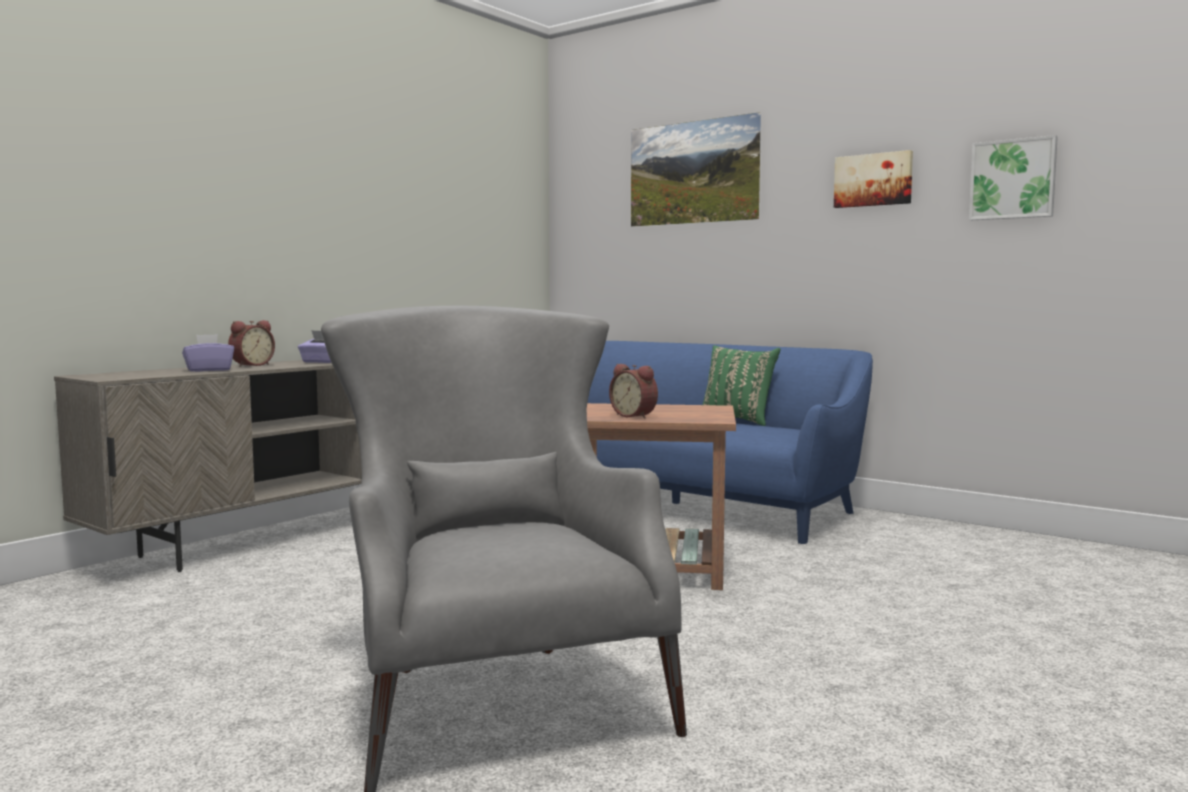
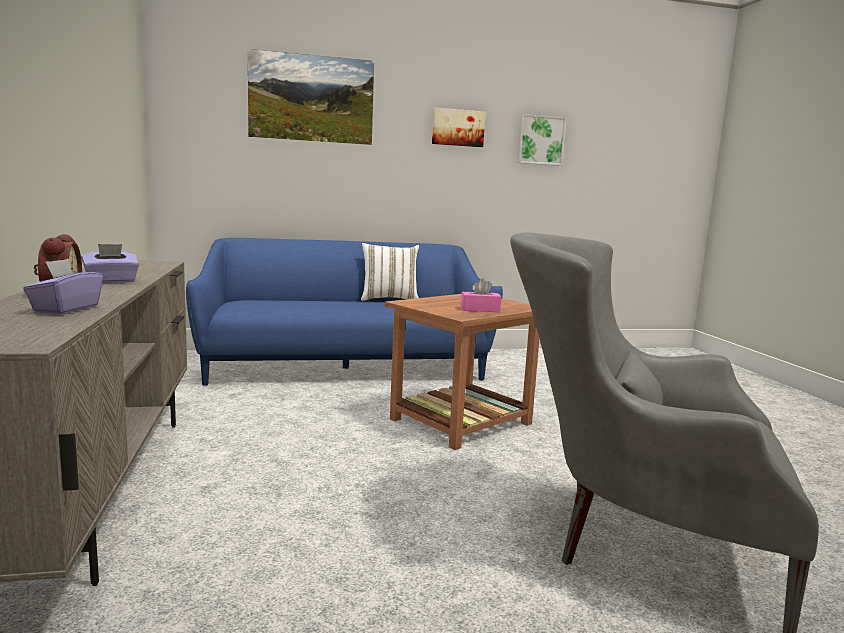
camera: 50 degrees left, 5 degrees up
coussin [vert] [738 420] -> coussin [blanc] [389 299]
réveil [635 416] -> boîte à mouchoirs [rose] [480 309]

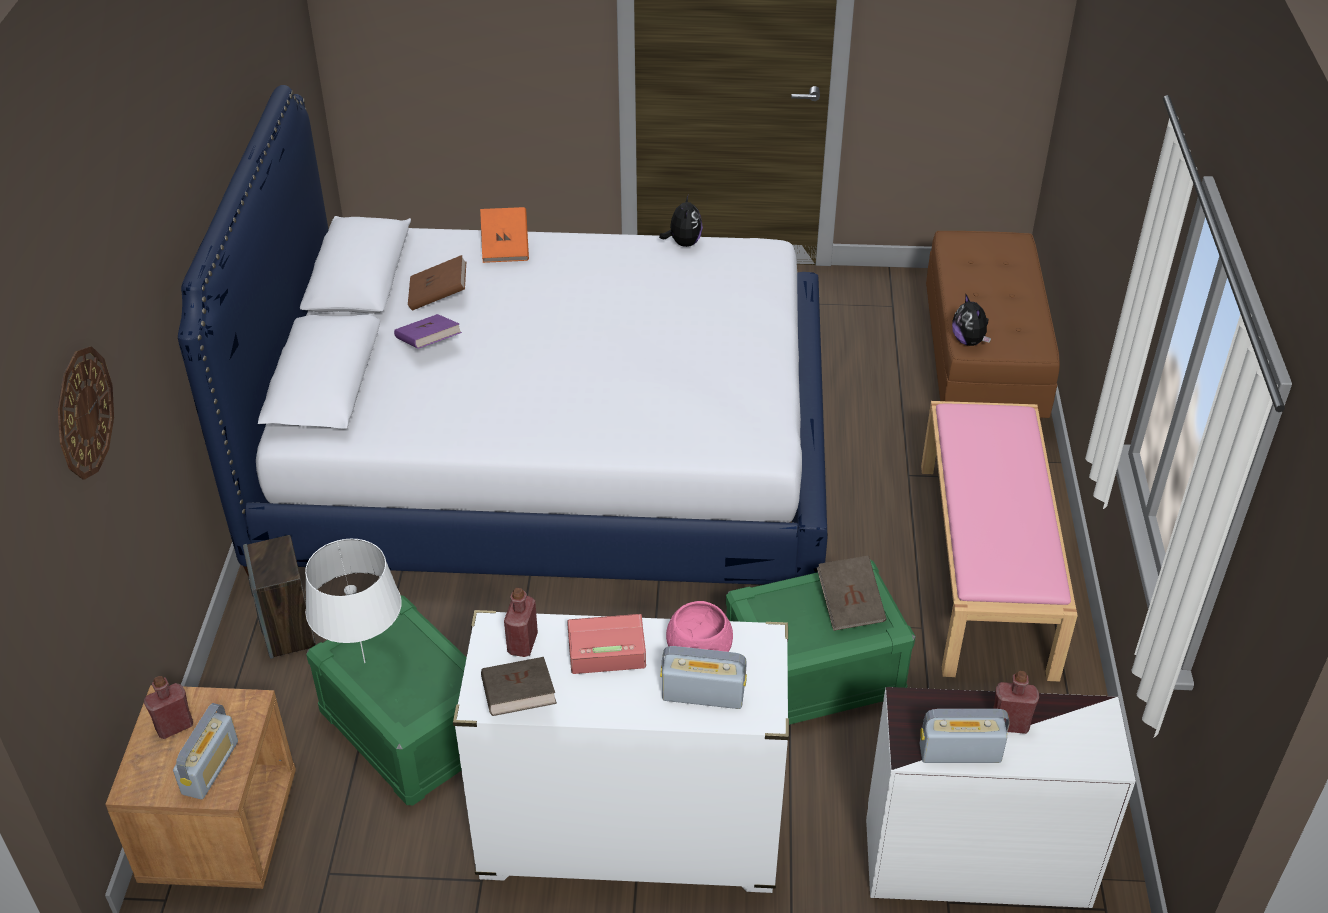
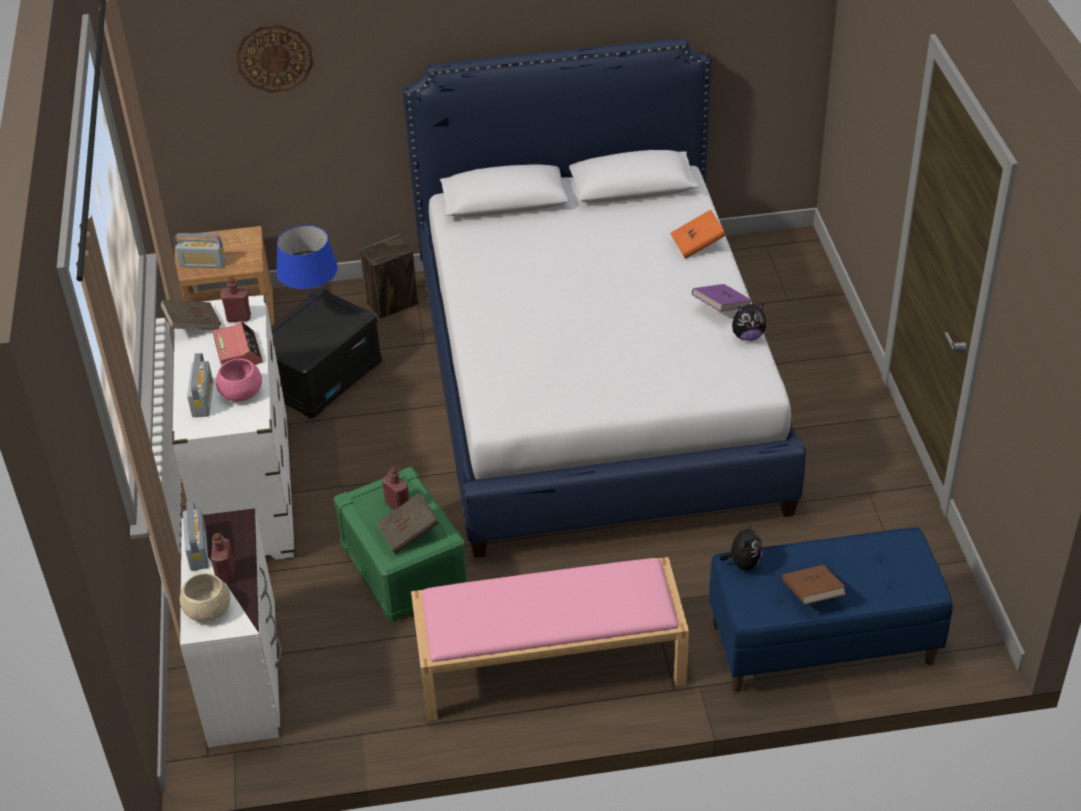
camera: 80 degrees right, 0 degrees up
none -> bol [beige] [207 609]
boîte de rangement [vert] [409 728] -> boîte de rangement [noir] [320 376]
lampe de table [blanc] [365 662] -> lampe de table [bleu] [314 313]
bouteille [rouge] [174 726] -> bouteille [rouge] [397 505], shifted
livre [violet] [428 344] -> livre [violet] [721 308], shifted
banc [marron] [981 372] -> banc [bleu] [821 644]
peluche [969 341] -> peluche [743 563], 135 degrees clockwise
livre [marron] [438 296] -> livre [marron] [812 594], shifted

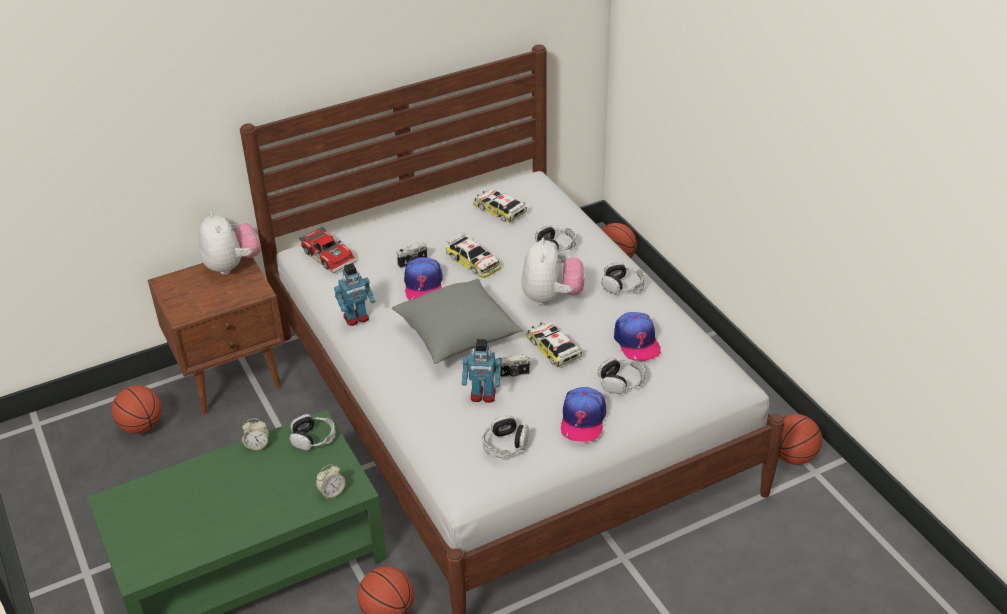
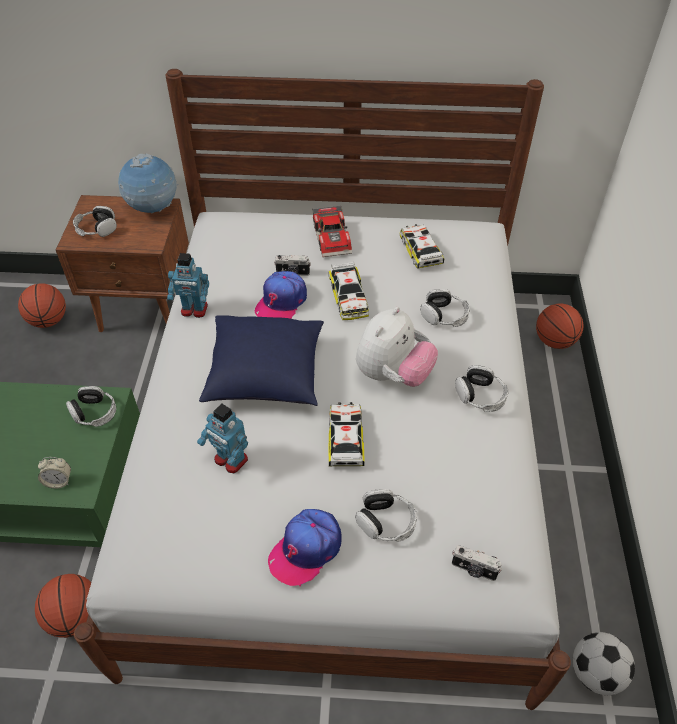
camera: 30 degrees right, 10 degrees up
casque audio [505 445] -> casque audio [96 229], shifted
peluche [232 266] -> globe [153 209]
coussin [gris] [458 336] -> coussin [bleu] [265 375]
petite voiture [329 255] -> petite voiture [333 237], shifted
appareil photo [512 374] -> appareil photo [473 570], shifted
ballon de basket [792 456] -> ballon de foot [595 672]
réveil [257 445] -> none
casquette [636 342] -> none

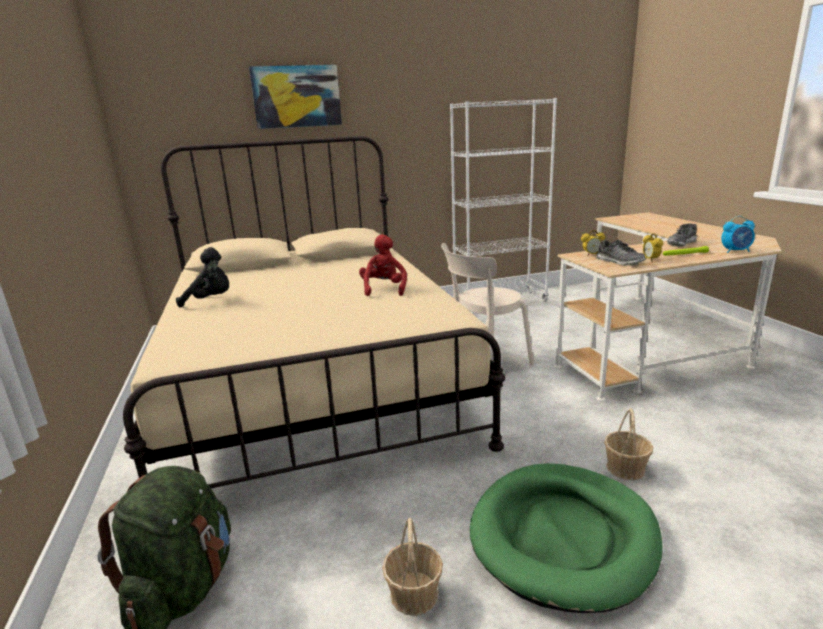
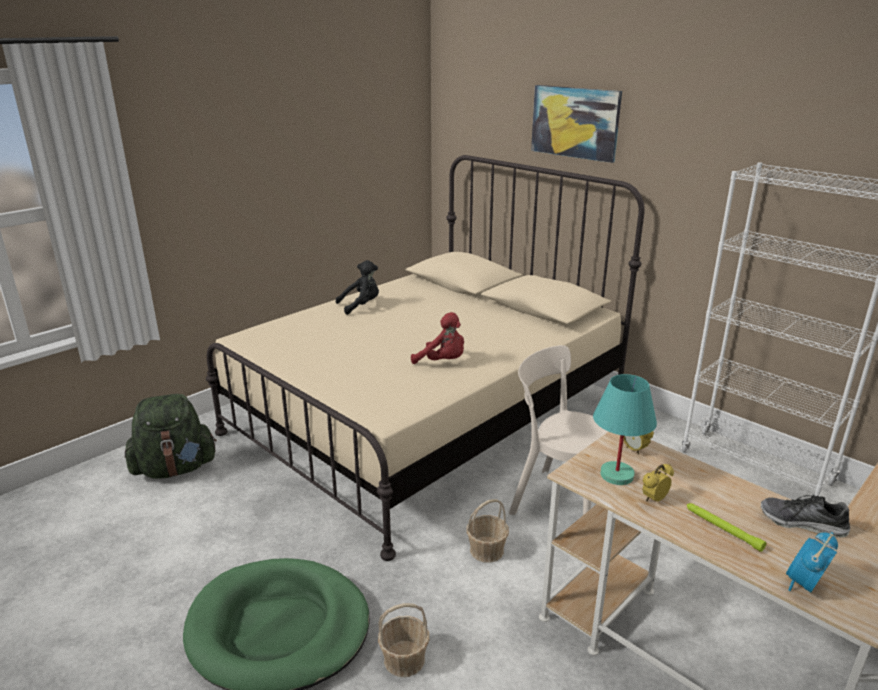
camera: 60 degrees right, 5 degrees up
peluche [noir] [210 301] -> peluche [noir] [361 306], 90 degrees counterclockwise
peluche [rouge] [384 289] -> peluche [rouge] [443 362], 60 degrees clockwise
panier [414 594] -> panier [487 550], shifted
chaussure [619 262] -> lampe de table [turquoise] [617 475]
réveil [736 251] -> réveil [804 584], 75 degrees clockwise

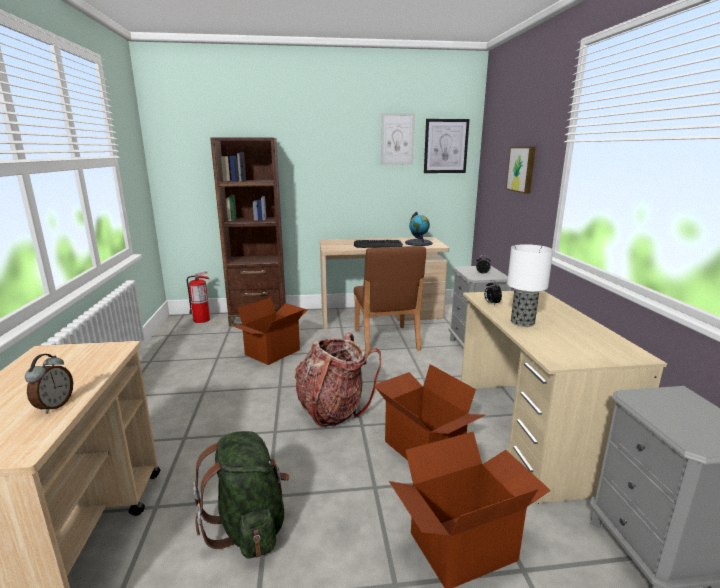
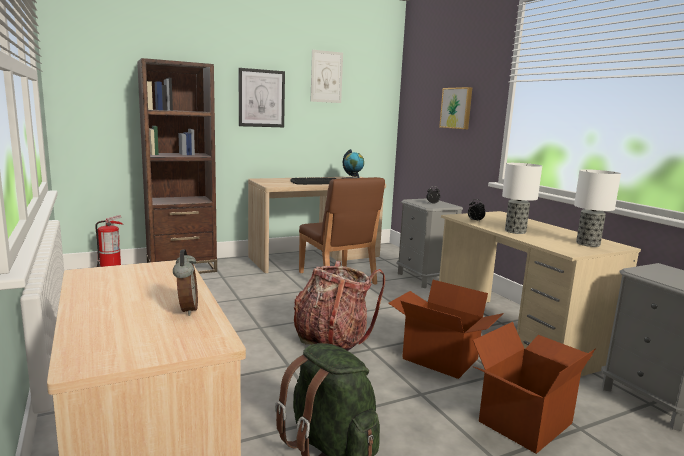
camera: 20 degrees left, 5 degrees down
tableau [445 146] -> tableau [261 98], shifted
none -> lampe de table [588 244]
carton [273 352] -> none

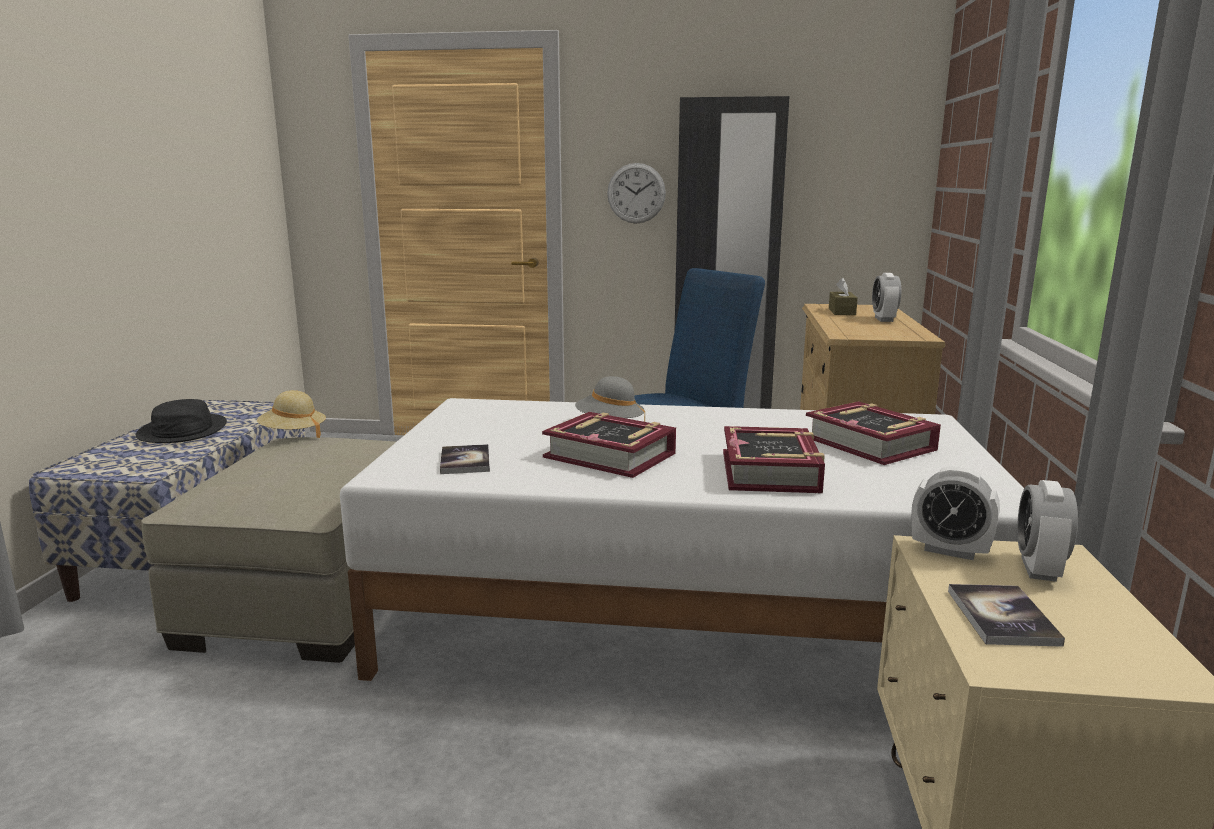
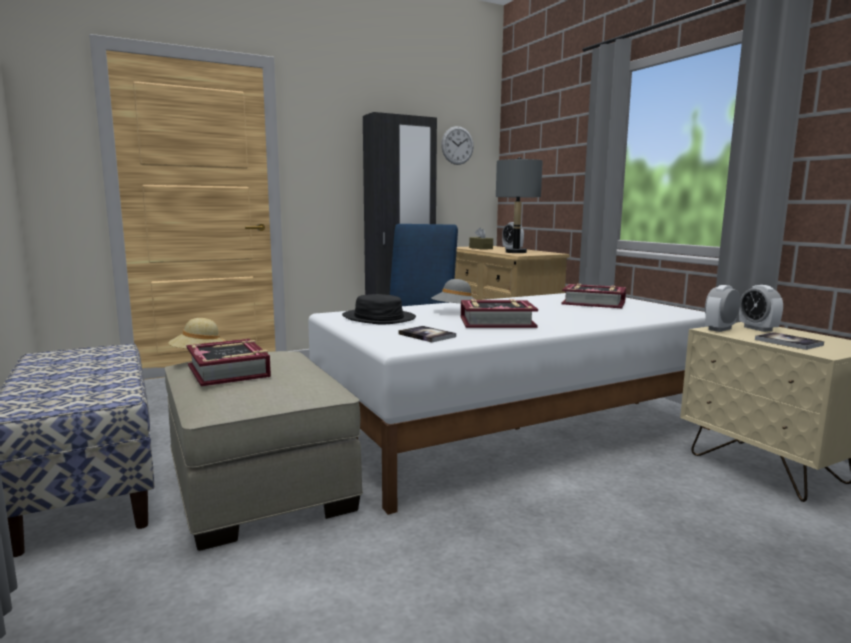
camera: 35 degrees left, 5 degrees down
livre [771 472] -> livre [229 371], shifted
chapeau [noir] [182 431] -> chapeau [noir] [378 318], shifted
horloge murale [636 193] -> horloge murale [457 145], shifted
none -> lampe de table [gris] [515 252]
réveil [949 551] -> réveil [720 329], 150 degrees clockwise

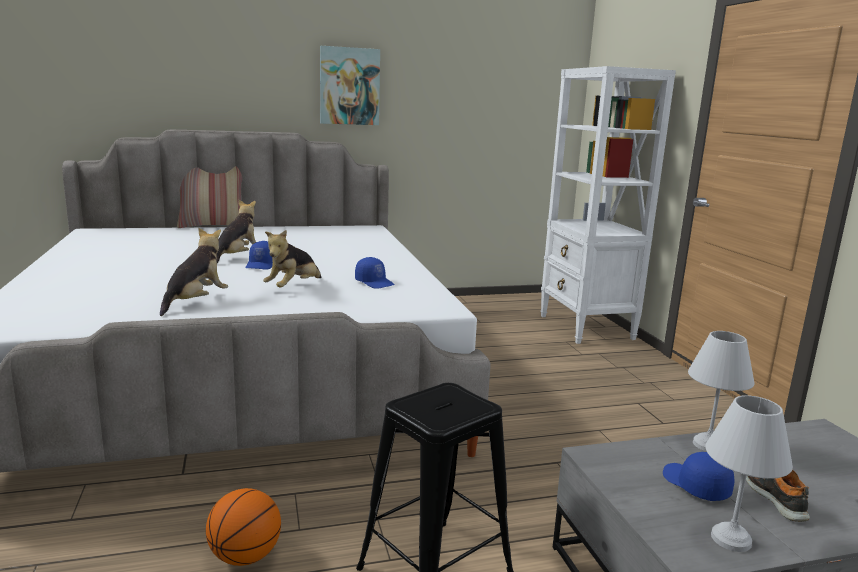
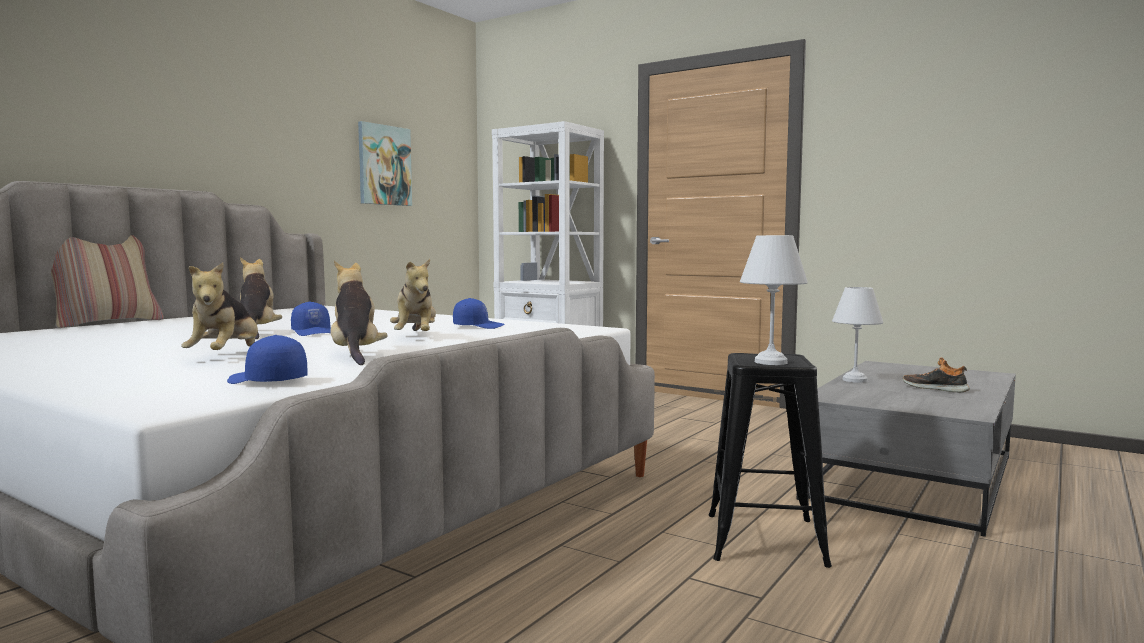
camera: 40 degrees left, 10 degrees down
none -> peluche [225 356]
casquette [bleu] [695 485] -> casquette [bleu] [266 381], shifted
tableau [349 86] -> tableau [384 165], shifted
lampe de table [blanc] [731 538] -> lampe de table [blanc] [770 362], shifted
ballon de basket [245 556] -> none

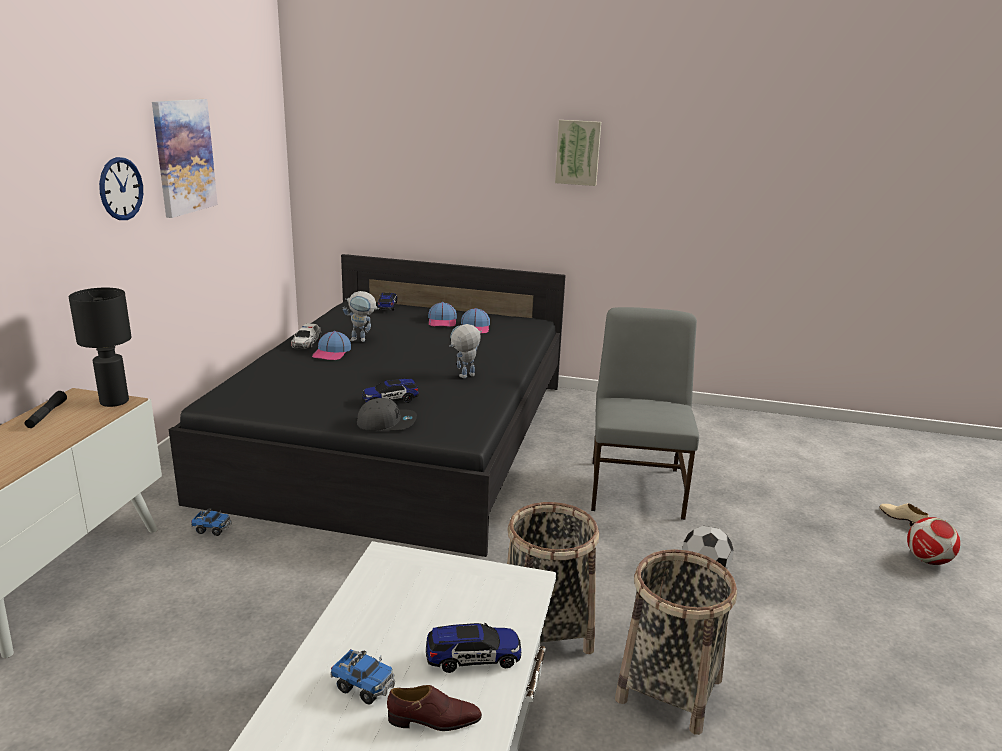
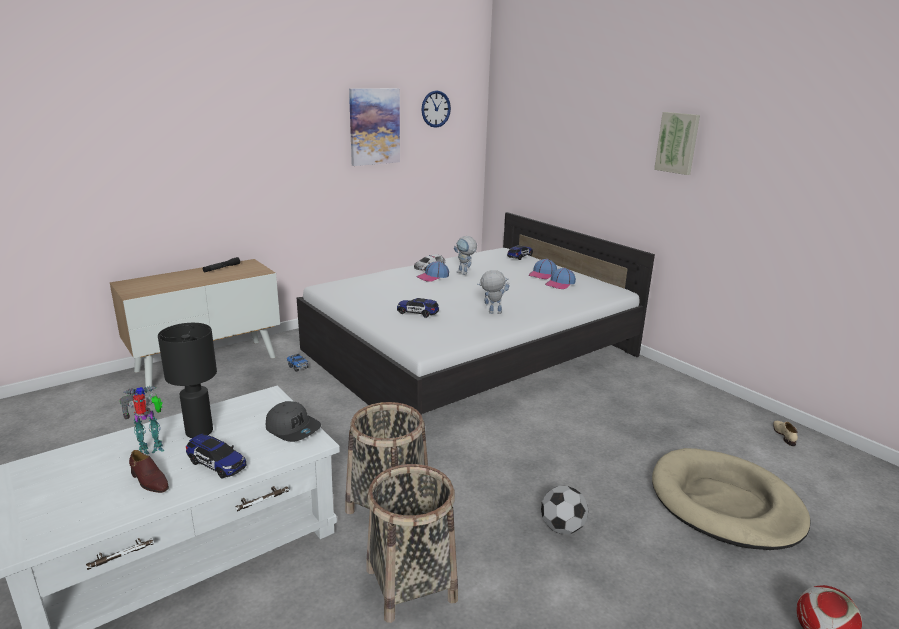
camera: 40 degrees right, 0 degrees up
camion jouet [364 686] -> robot jouet [152 449]
lampe de table [noir] [115 402] -> lampe de table [noir] [200 432], shifted
casquette [gris] [386 422] -> casquette [gris] [293 428], shifted
lit [noir] [399 437] -> lit [blanc] [470 353]
horloge murale [121 189] -> horloge murale [435 109], shifted
none -> panier pour chien [beige] [725 503]
chaussure [beige] [902 519] -> chaussure [beige] [784 435], shifted
chaise [gris] [637 488] -> none

